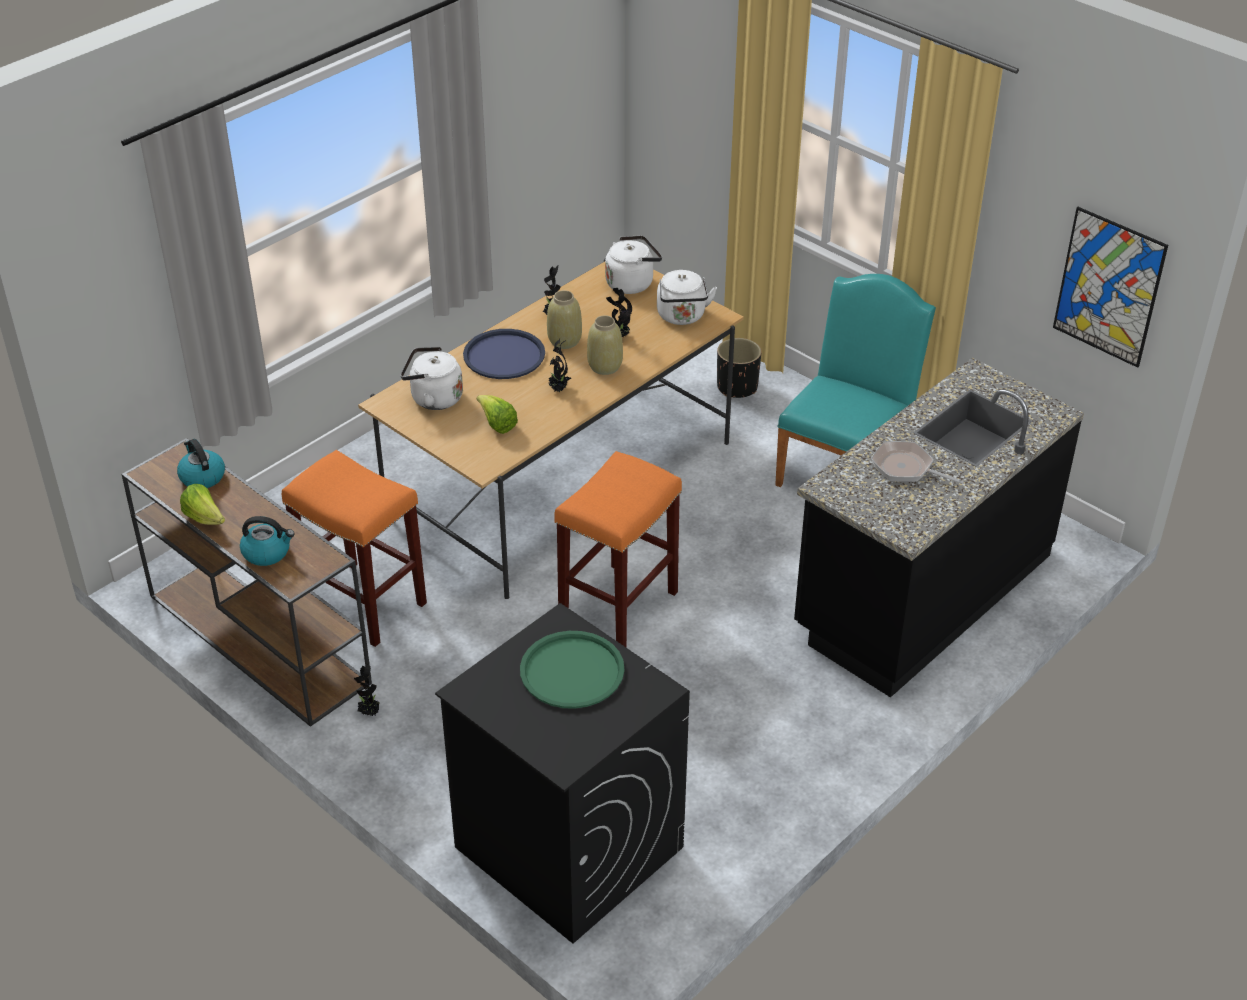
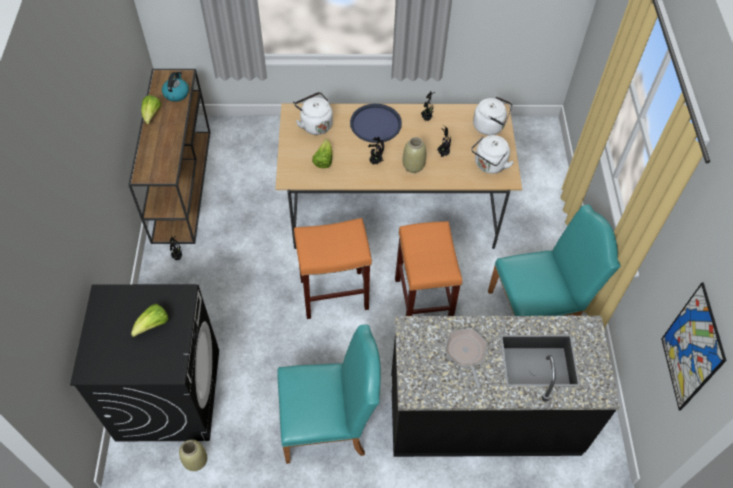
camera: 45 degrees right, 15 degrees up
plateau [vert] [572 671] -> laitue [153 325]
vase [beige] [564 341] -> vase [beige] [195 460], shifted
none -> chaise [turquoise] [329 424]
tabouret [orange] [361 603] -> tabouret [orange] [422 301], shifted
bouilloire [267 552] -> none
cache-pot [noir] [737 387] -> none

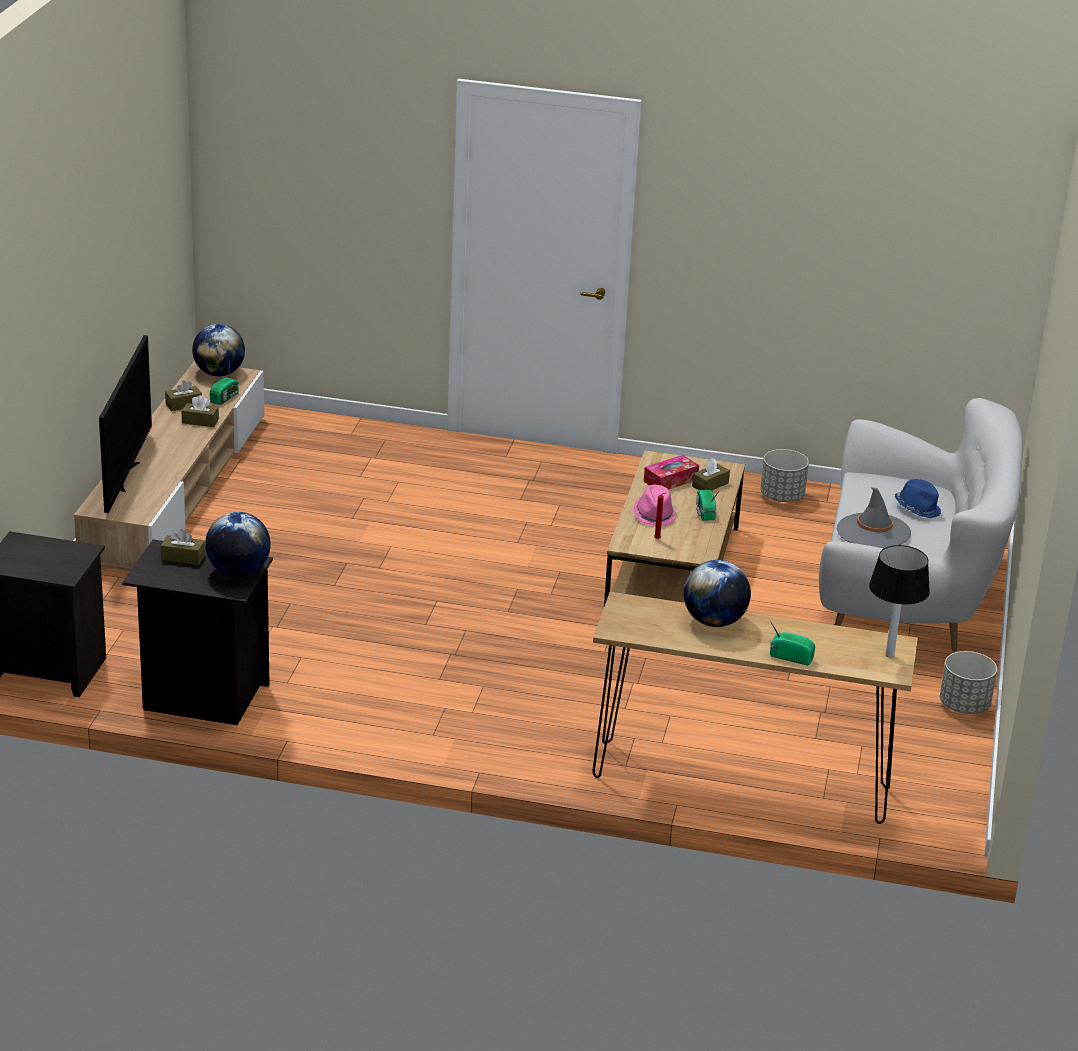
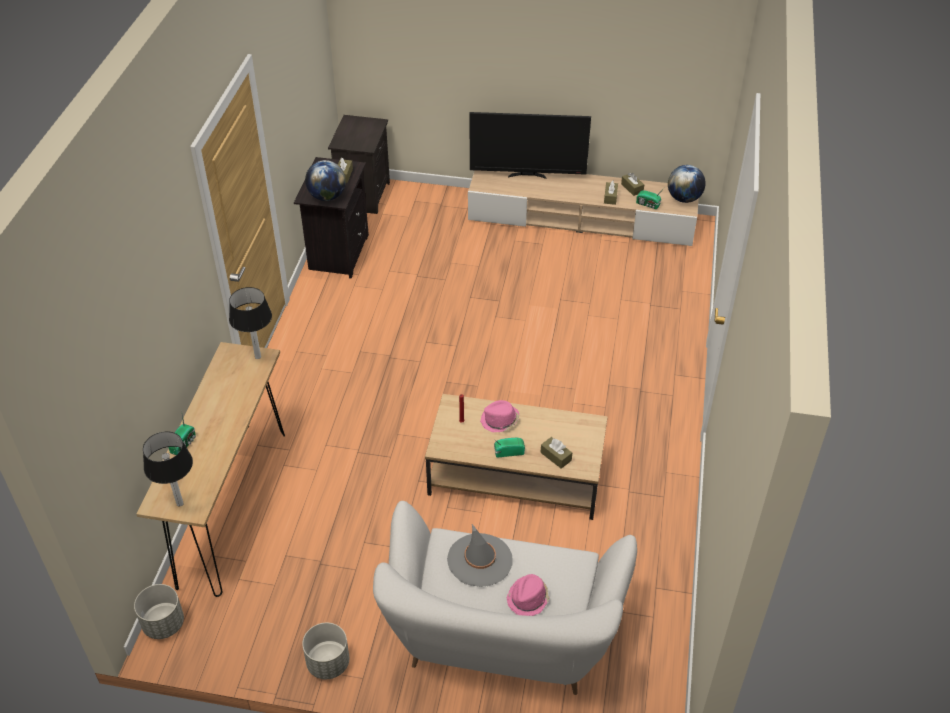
camera: 90 degrees right, 15 degrees up
cache-pot [gris] [782 497] -> cache-pot [gris] [163 624], shifted
none -> lampe de table [257 356]
chapeau [bleu] [917 508] -> chapeau [rose] [528 598]
boîte à mouchoirs [670 480] -> none
globe [714 621] -> none

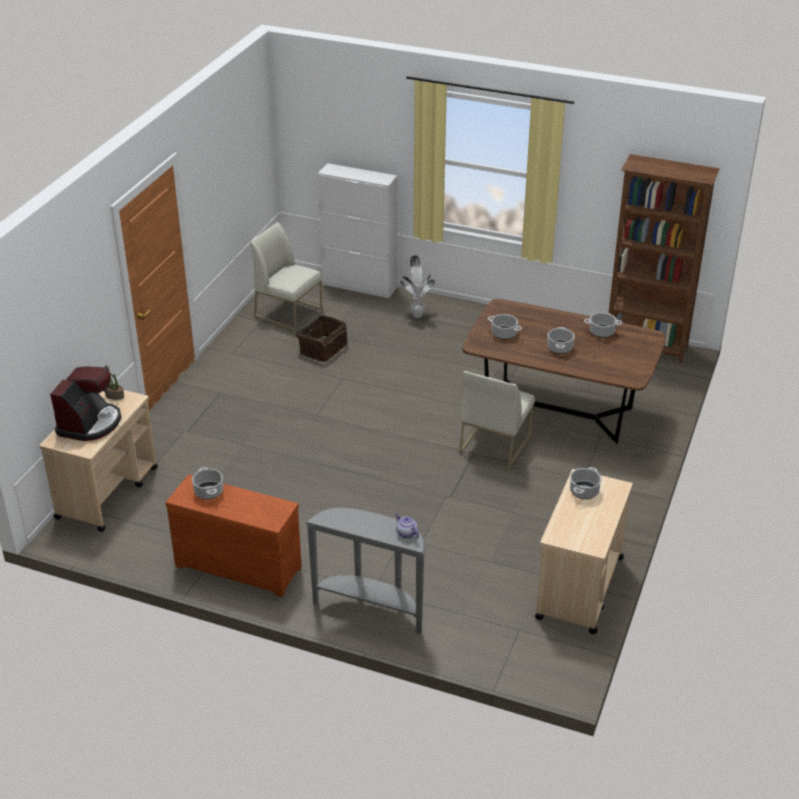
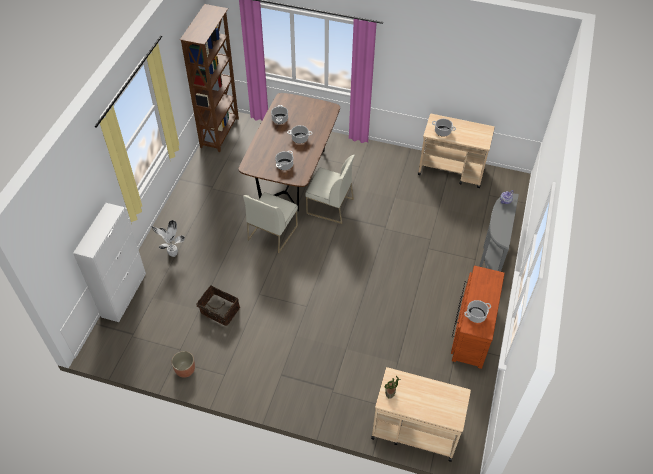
camera: 95 degrees left, 15 degrees up
none -> cache-pot [185 370]
chaise [blanc] [289 312] -> chaise [blanc] [272 232], shifted
machine à café [90 423] -> none

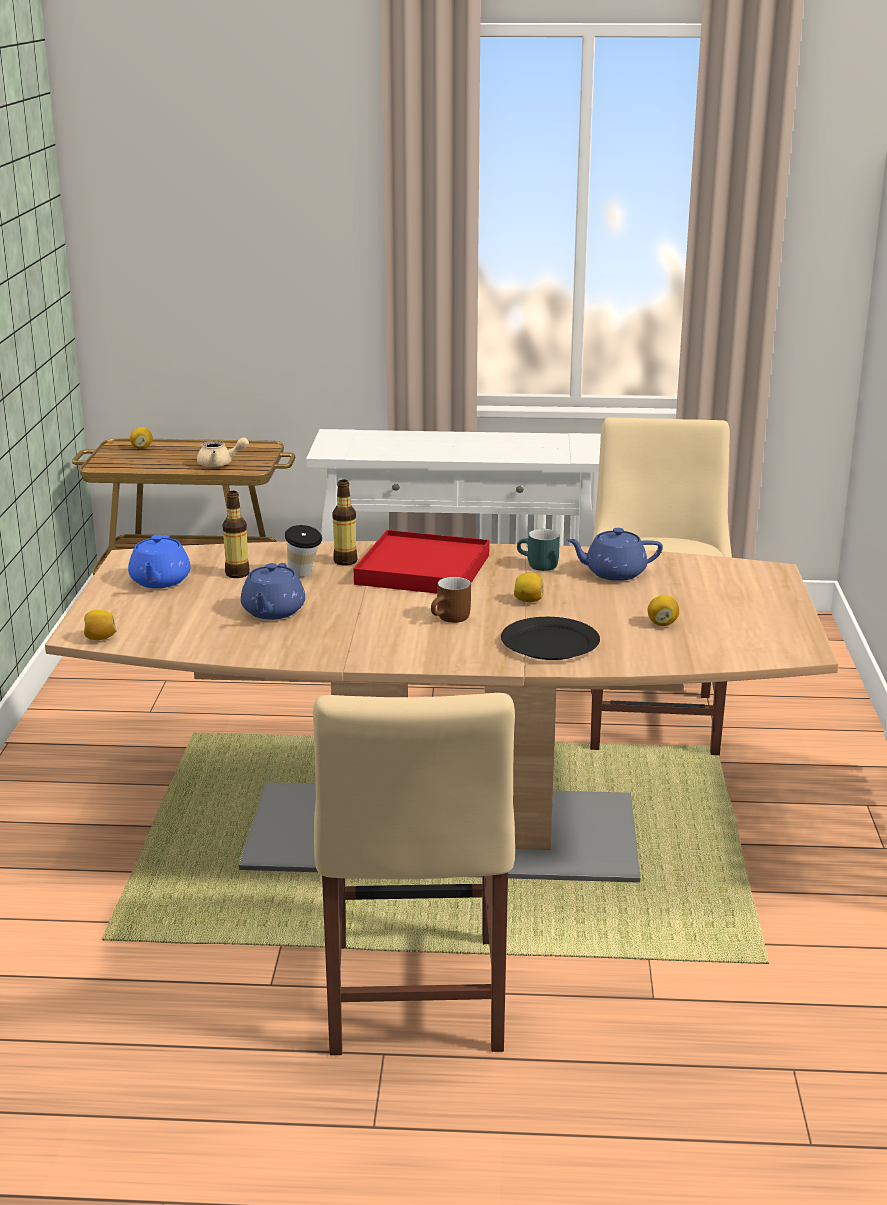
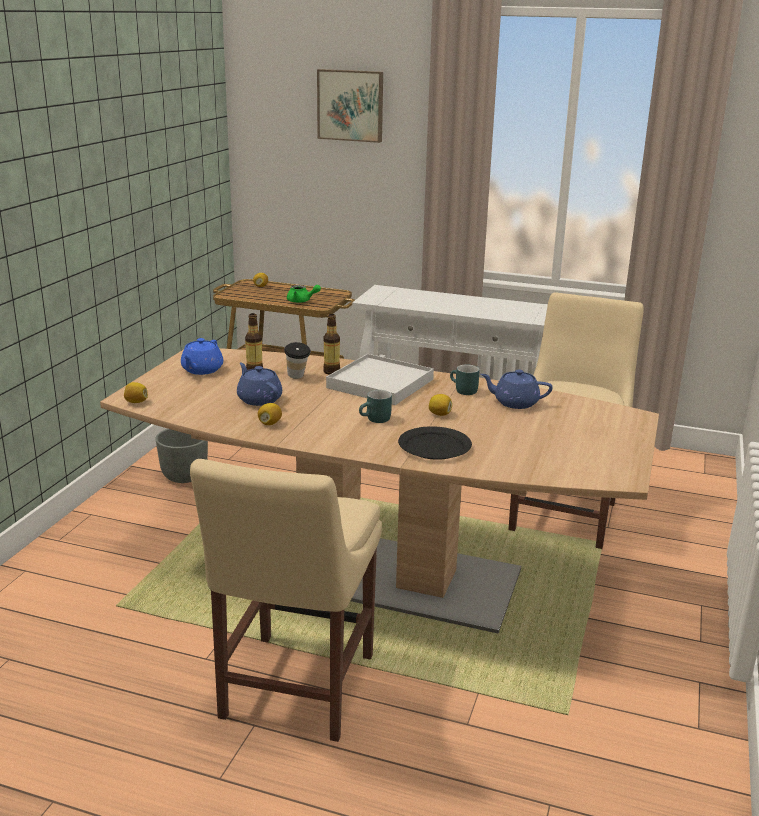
camera: 15 degrees right, 0 degrees up
none -> cache-pot [gris] [184 476]
théière [bleu] [273 612] -> théière [bleu] [259 399], 120 degrees clockwise
citron [662 623] -> citron [270 423], shifted
théière [beige] [220 464] -> théière [vert] [301 301]
none -> tableau [351 105]
plateau [rouge] [422 569] -> plateau [blanc] [380 383]
mug [marron] [451 619] -> mug [turquoise] [376 420]

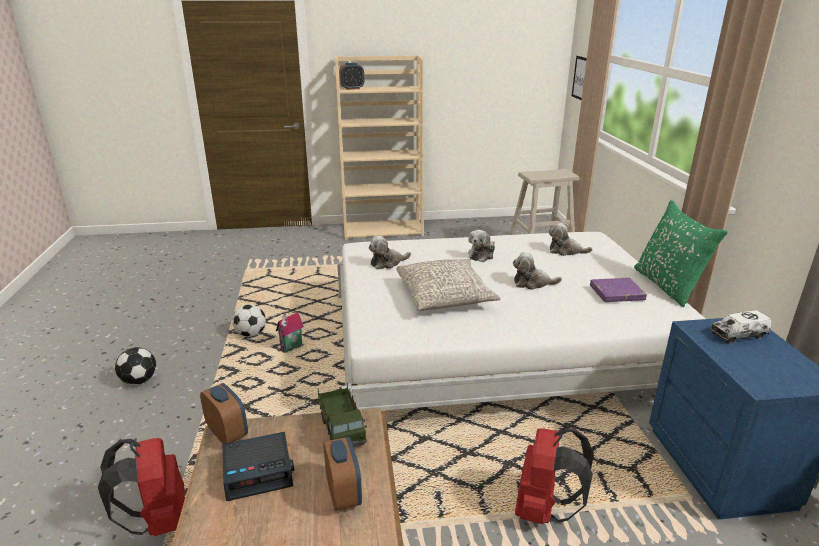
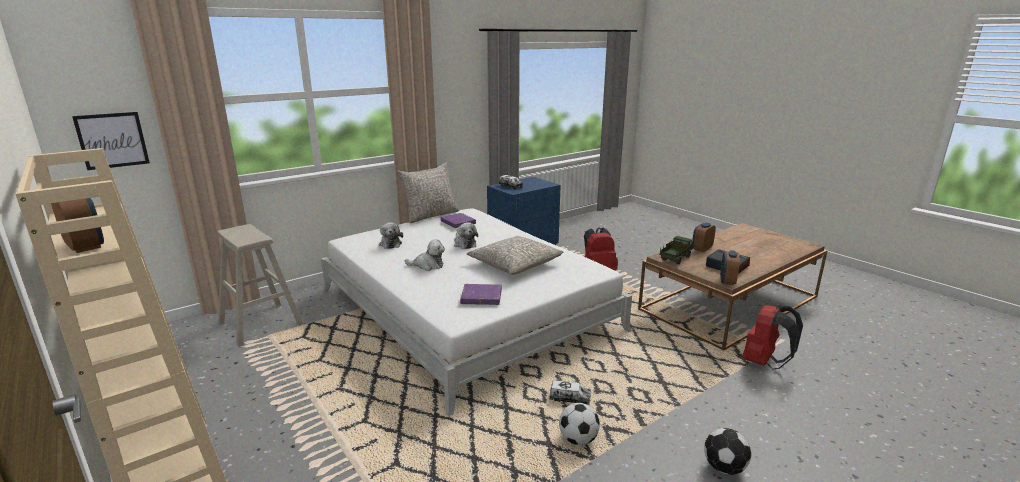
camera: 120 degrees left, 5 degrees down
coussin [vert] [668 286] -> coussin [gris] [430 215]
peluche [387 263] -> livre [violet] [481 297]
maison miniature [292 348] -> camion jouet [570 399]

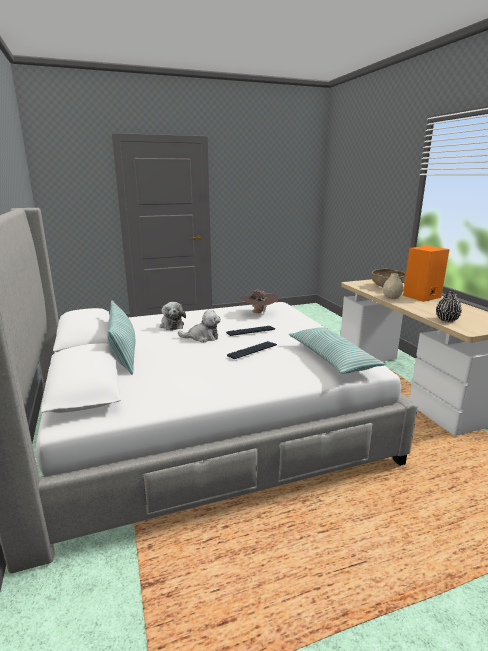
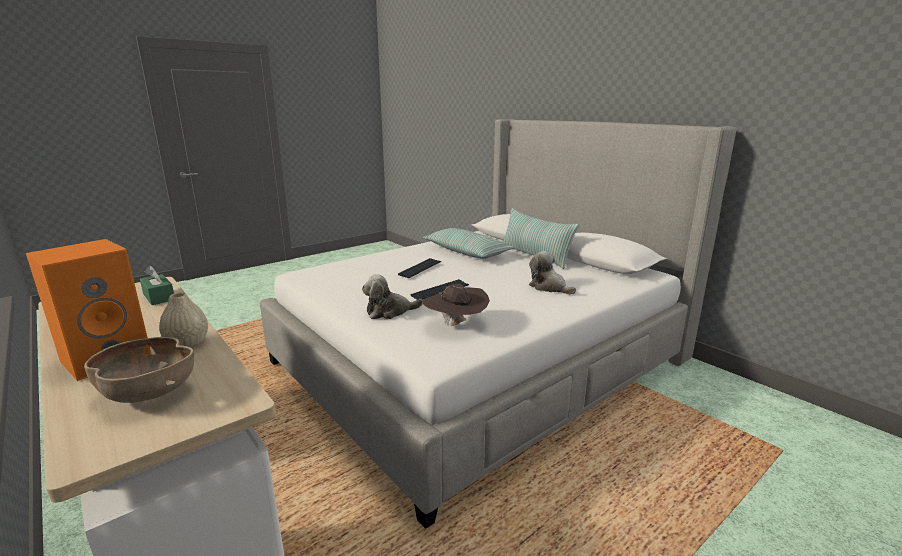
camera: 160 degrees right, 0 degrees up
vase [noir] [446 320] -> boîte à mouchoirs [vert] [159 297]
peluche [202 337] -> peluche [389 311], shifted
coussin [332 359] -> coussin [466 252], shifted

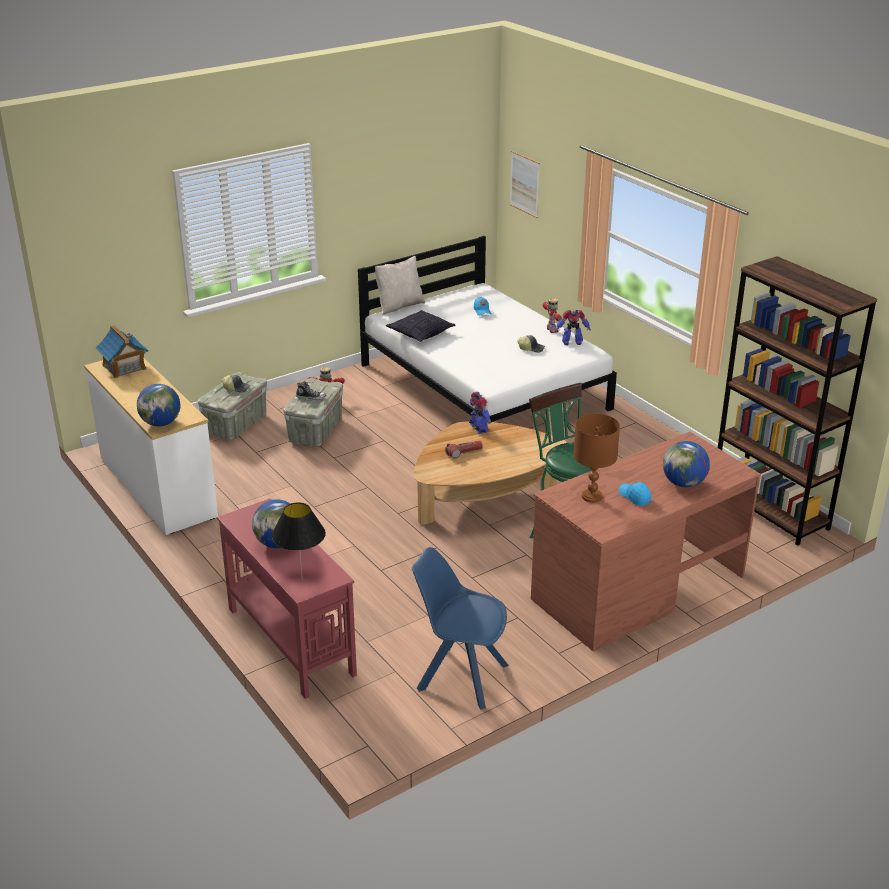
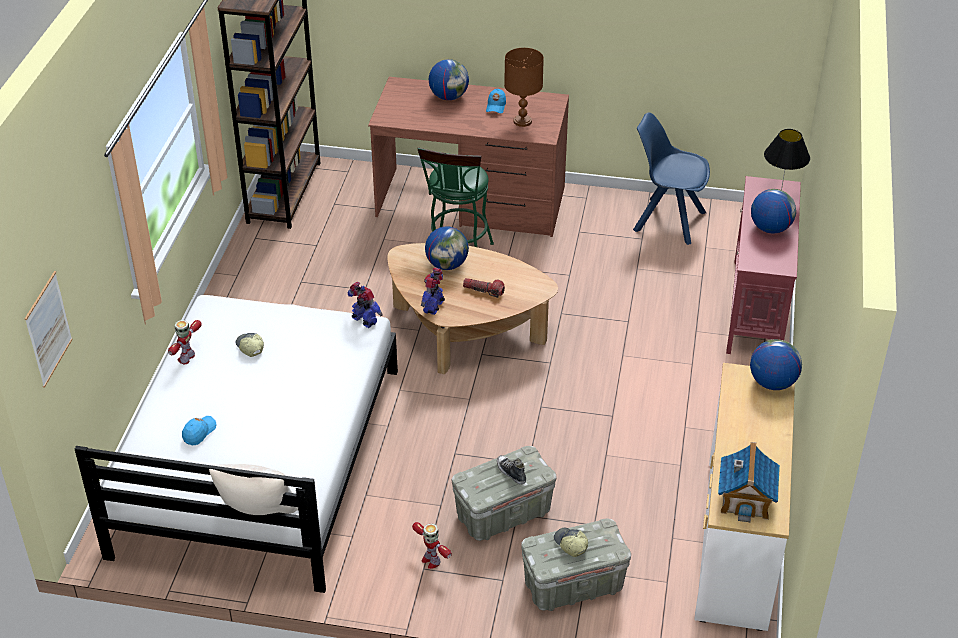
camera: 135 degrees left, 10 degrees up
robot jouet [571 342] -> robot jouet [364 321], shifted
none -> globe [447 265]
chaise [bleu] [460 676] -> chaise [bleu] [667 221], 135 degrees clockwise
coussin [421 333] -> none

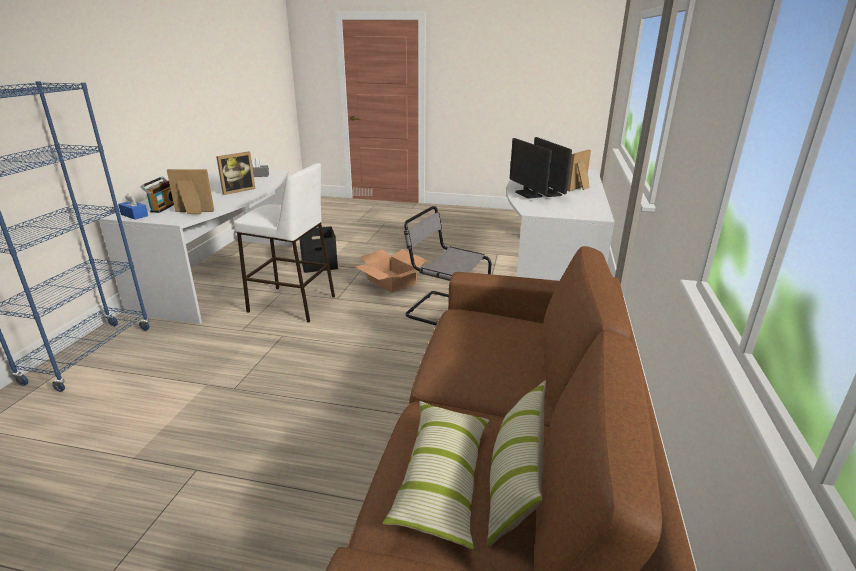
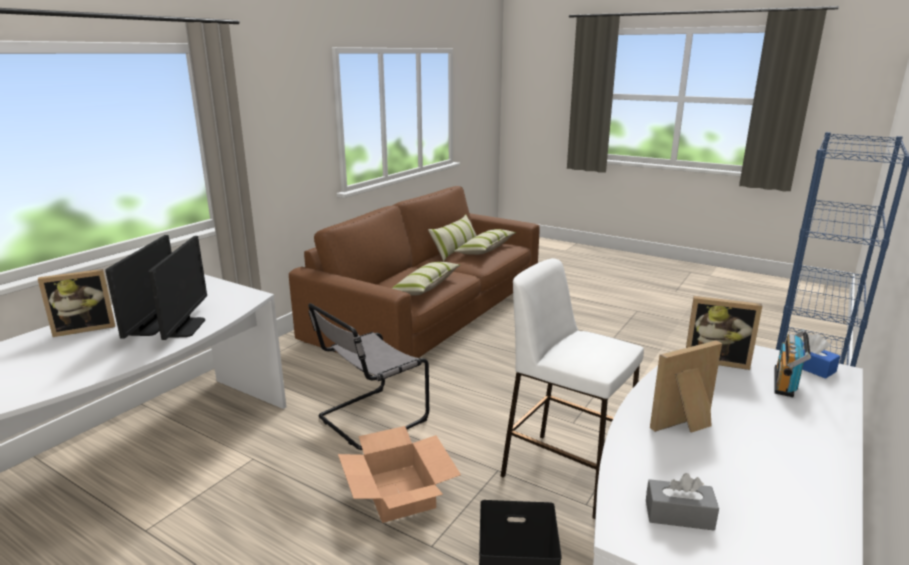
camera: 160 degrees left, 5 degrees down
chaise [gris] [444 310] -> chaise [gris] [369 419], 90 degrees clockwise
none -> coussin [425 287]

